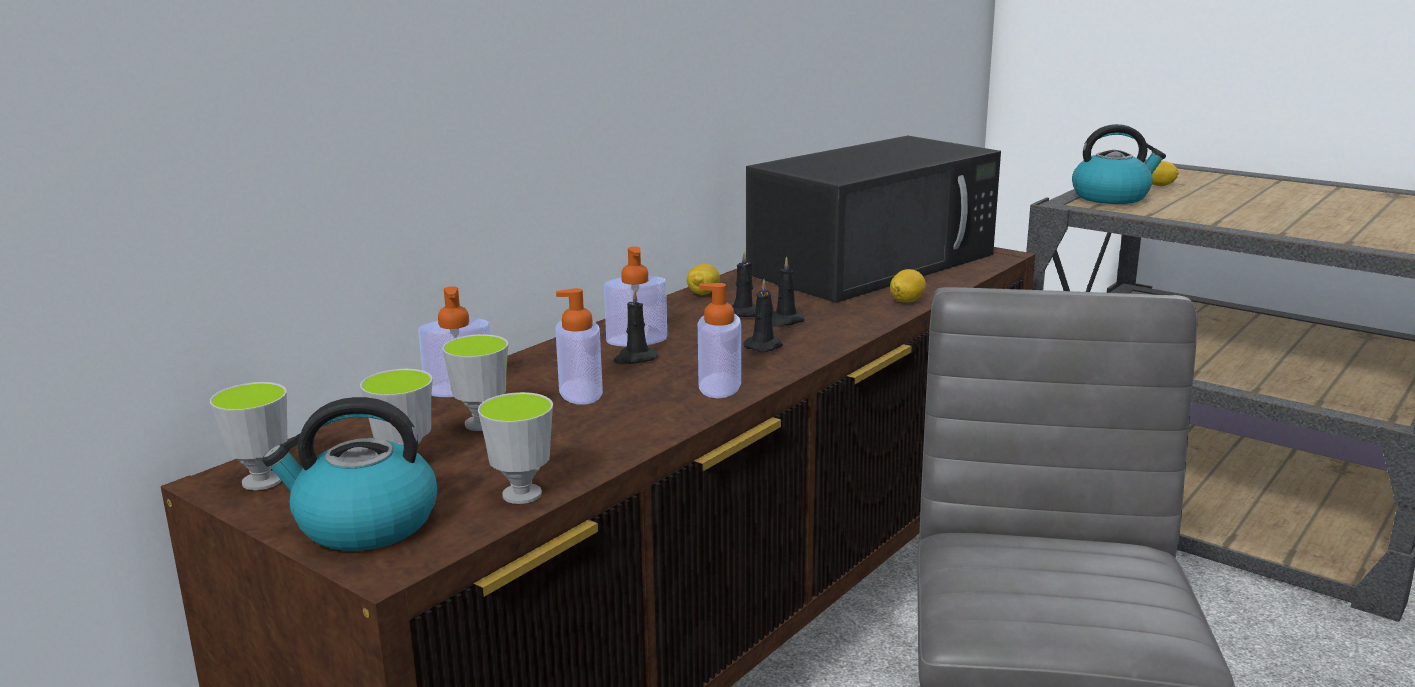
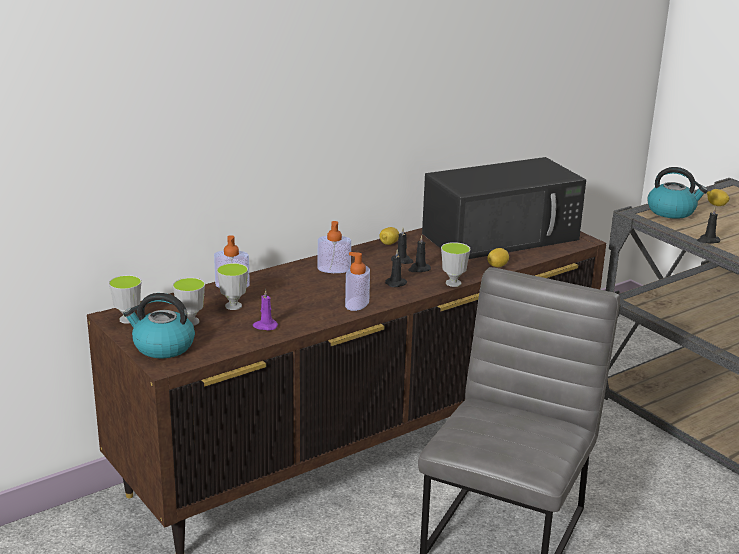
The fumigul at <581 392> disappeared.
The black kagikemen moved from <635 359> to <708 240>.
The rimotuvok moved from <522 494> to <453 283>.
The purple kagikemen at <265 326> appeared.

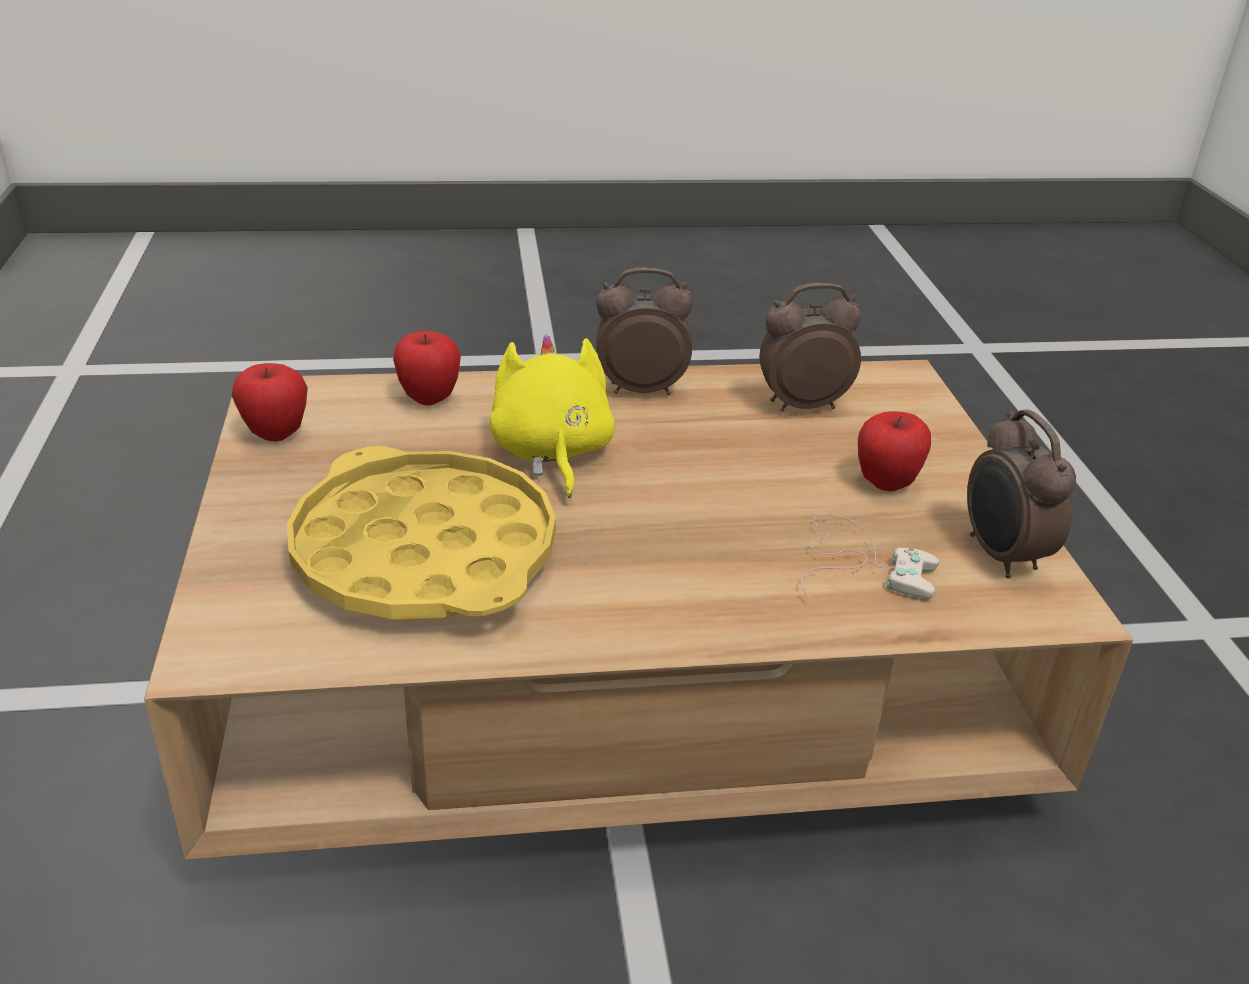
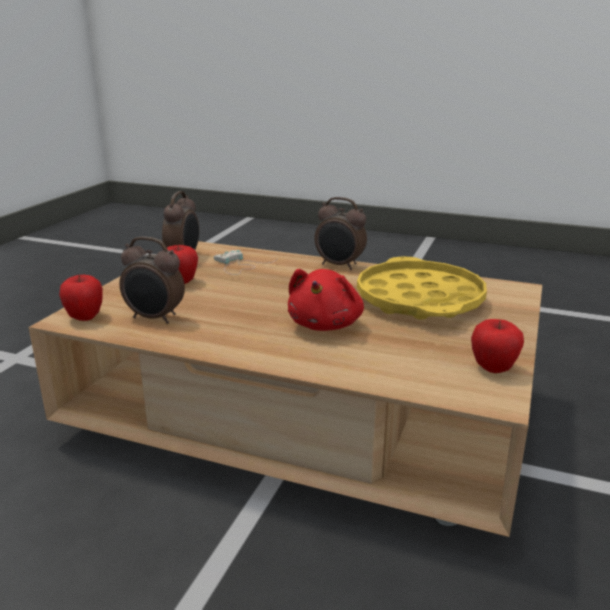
The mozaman moved from <640 389> to <339 266>.
The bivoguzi moved from <429 398> to <85 318>.
The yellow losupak at <551 453> became the red losupak at <326 324>.

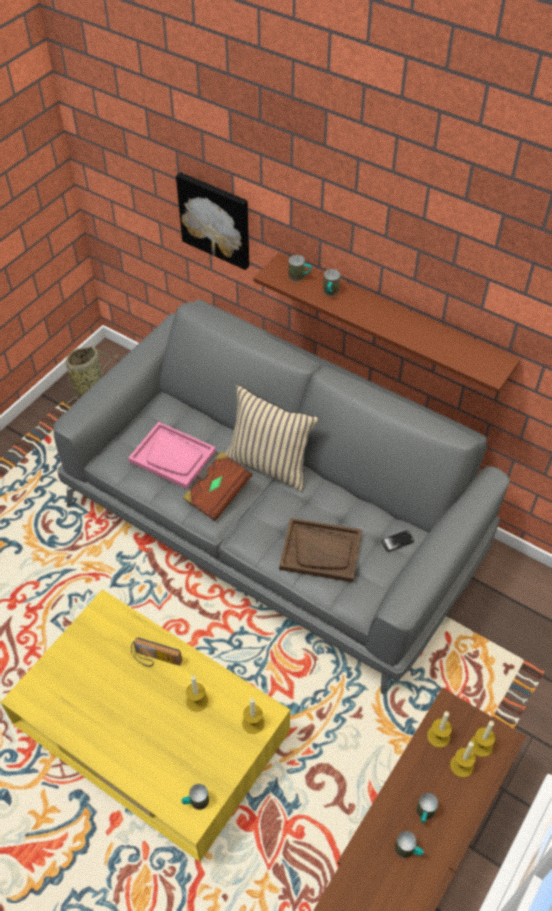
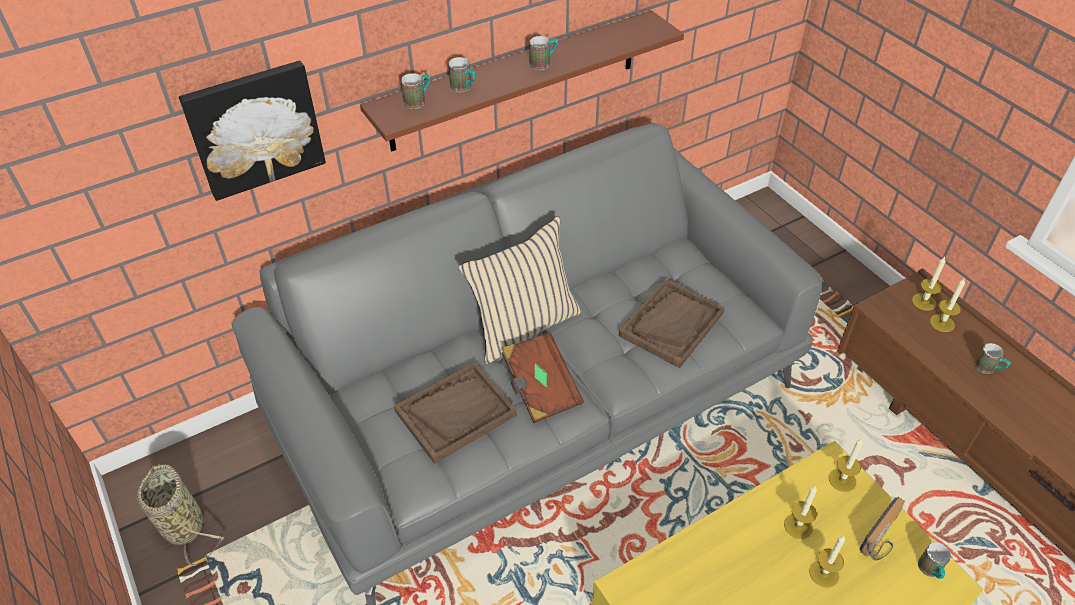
The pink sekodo at <173 456> became the brown sekodo at <456 413>.
The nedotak at <397 541> disappeared.
The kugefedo moved from <155 660> to <883 538>.
The kagikemen moved from <438 736> to <824 573>.
The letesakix moved from <408 850> to <543 63>.

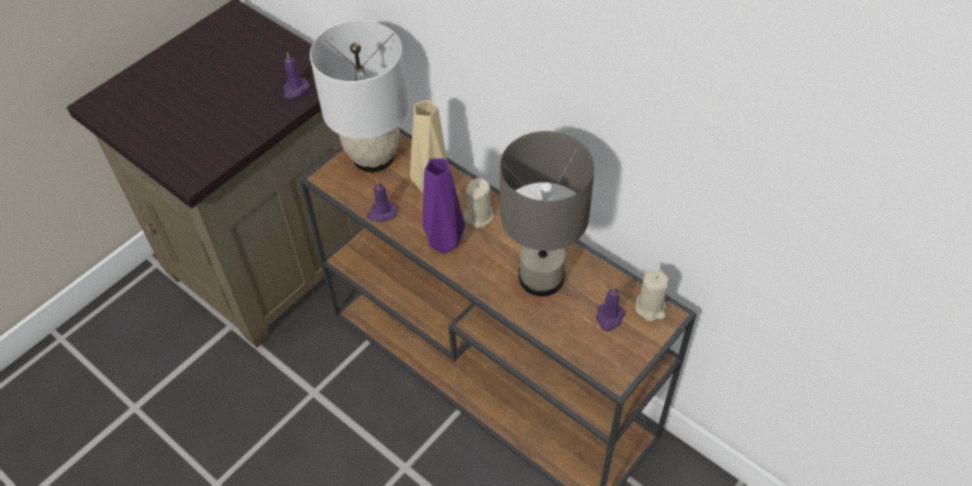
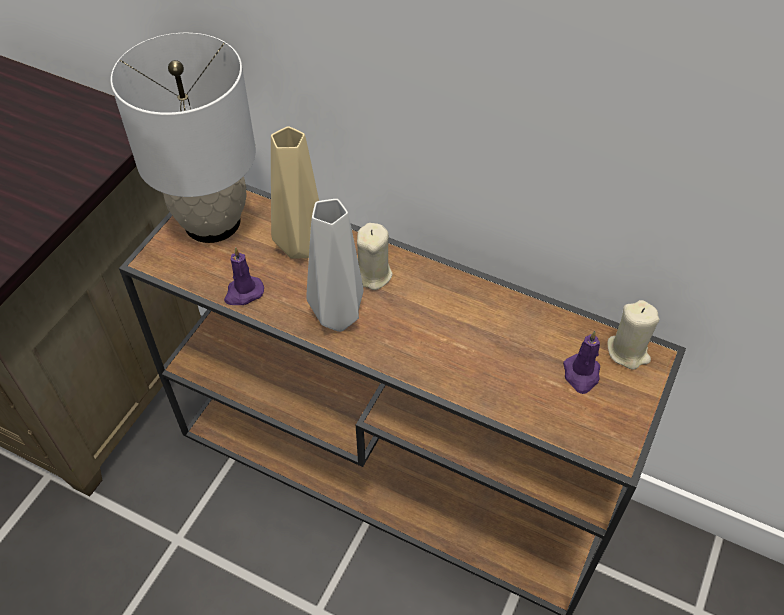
The purple kagikemen at <295 89> disappeared.
The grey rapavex at <540 277> disappeared.
The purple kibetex at <443 244> became the grey kibetex at <336 319>.

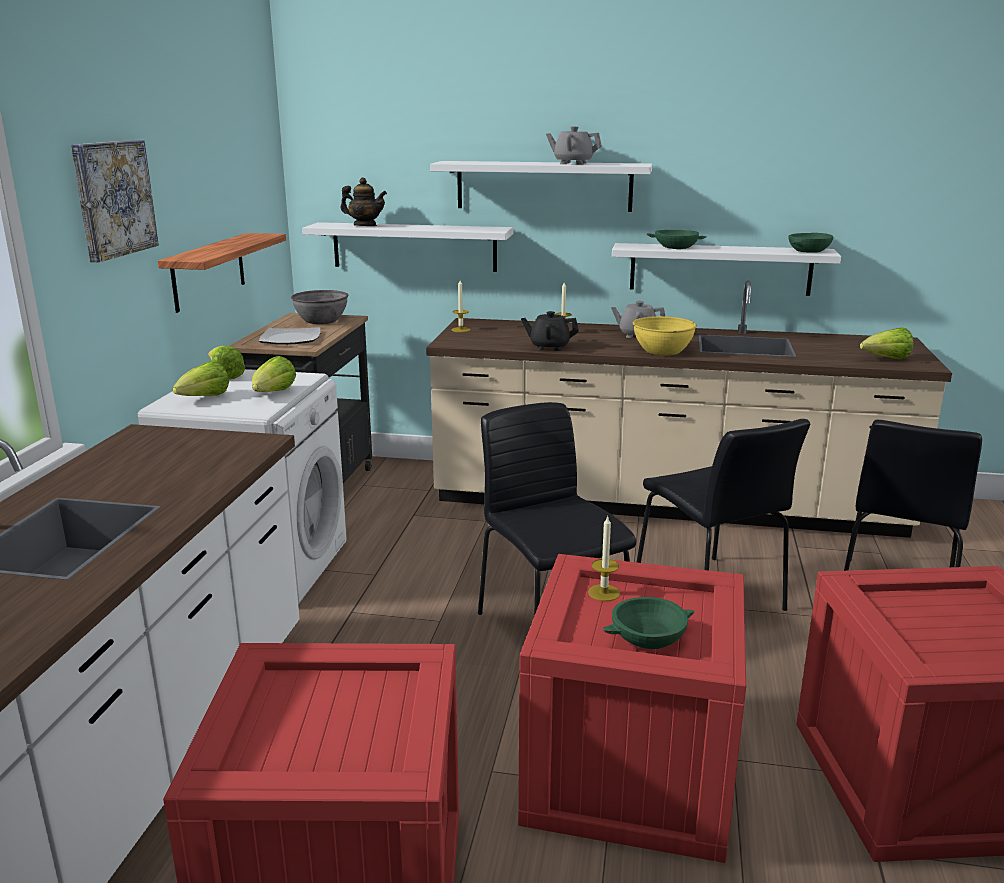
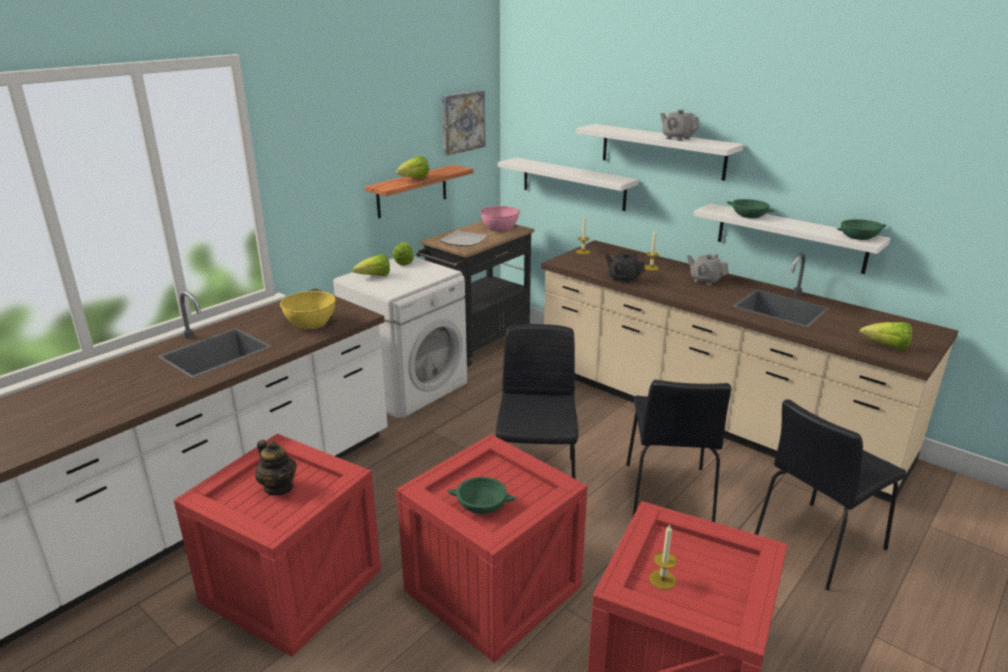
The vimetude moved from <113 198> to <462 122>.
The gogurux moved from <365 225> to <279 487>.
The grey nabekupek at <321 320> became the pink nabekupek at <499 228>.
The yellow nabekupek moved from <662 351> to <311 323>.
The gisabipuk moved from <273 393> to <414 179>.
The kagikemen moved from <604 593> to <662 579>.

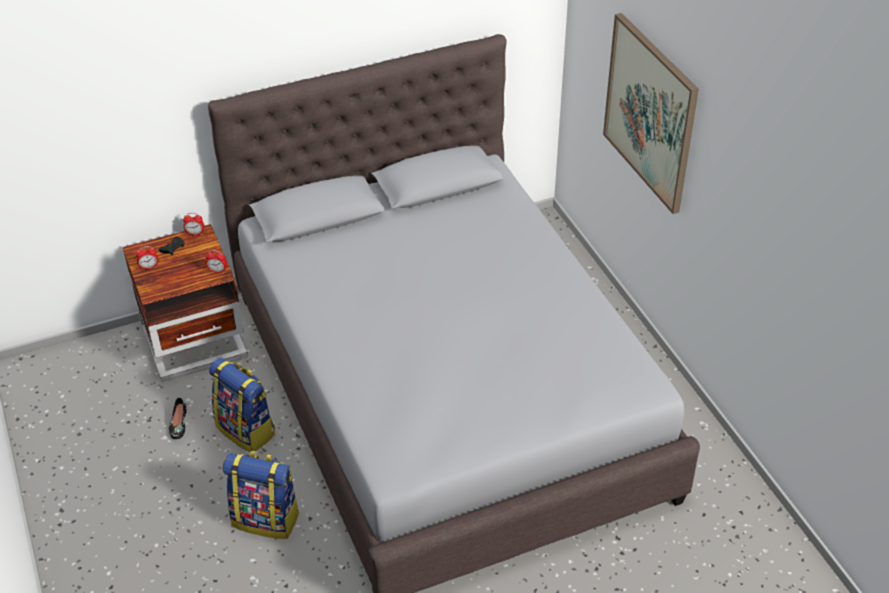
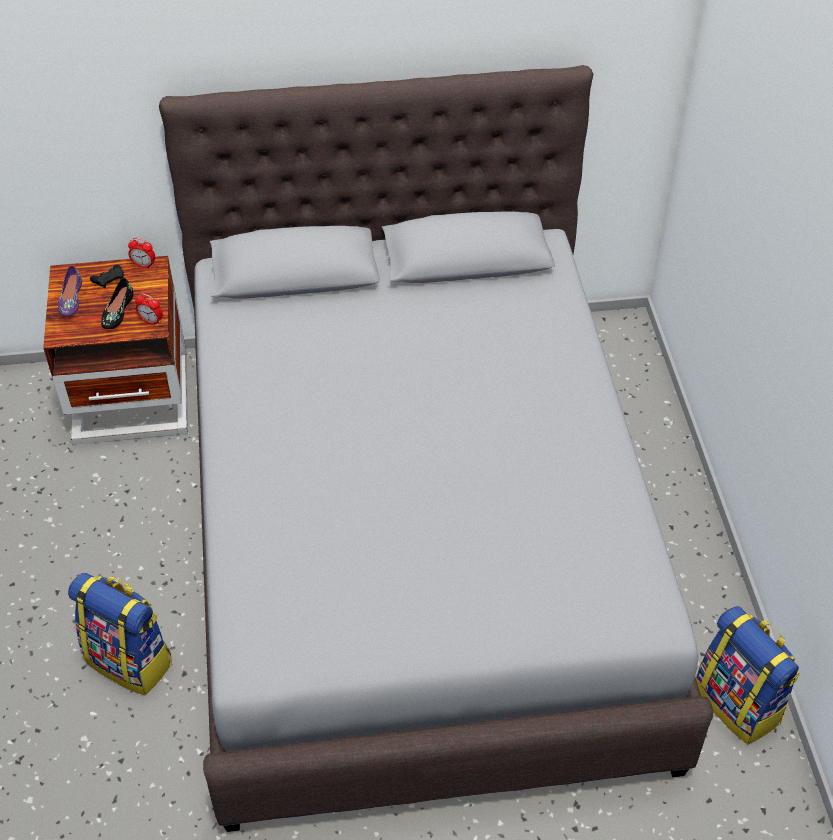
The vimetude at <650 112> disappeared.
The mozaman at <149 267> was replaced by the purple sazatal at <70 299>.
The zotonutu moved from <246 430> to <739 703>.
The black sazatal moved from <178 424> to <117 311>.

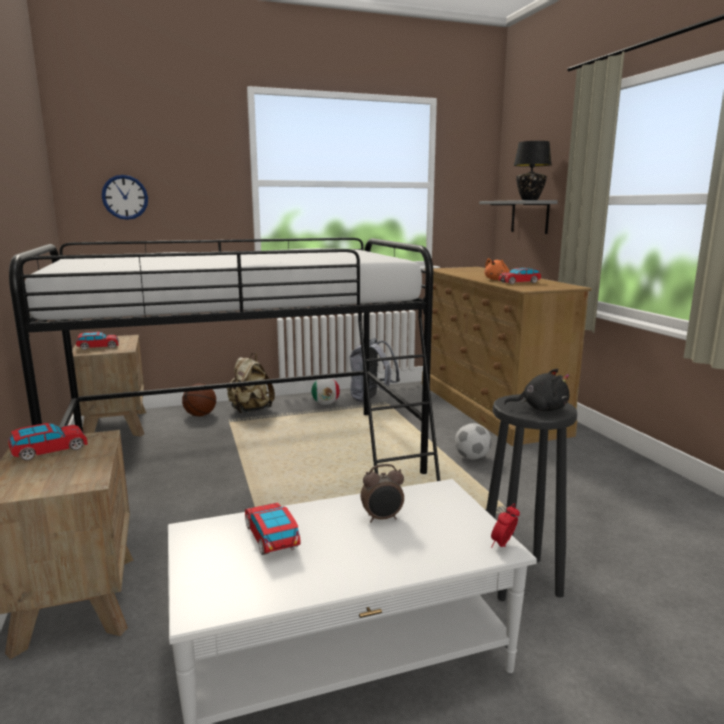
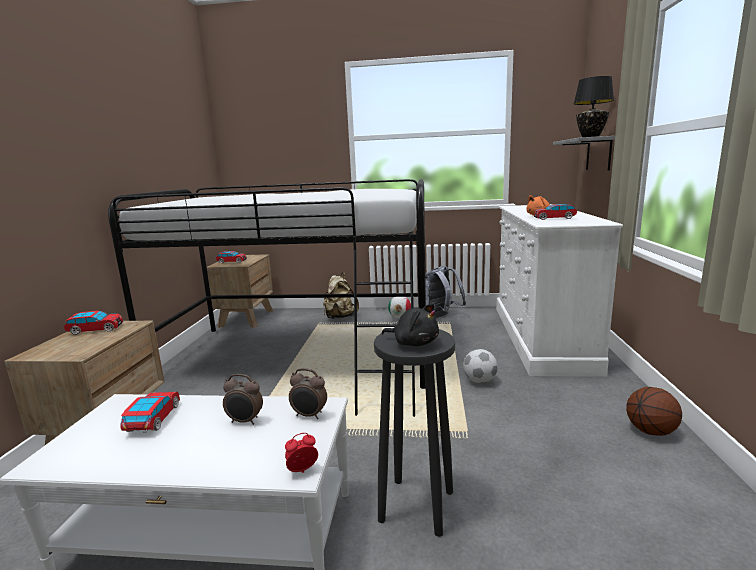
The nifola at <125 197> disappeared.
The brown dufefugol at <488 407> became the white dufefugol at <540 336>.
The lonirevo moved from <200 415> to <650 431>.
The mozaman at <309 415> appeared.

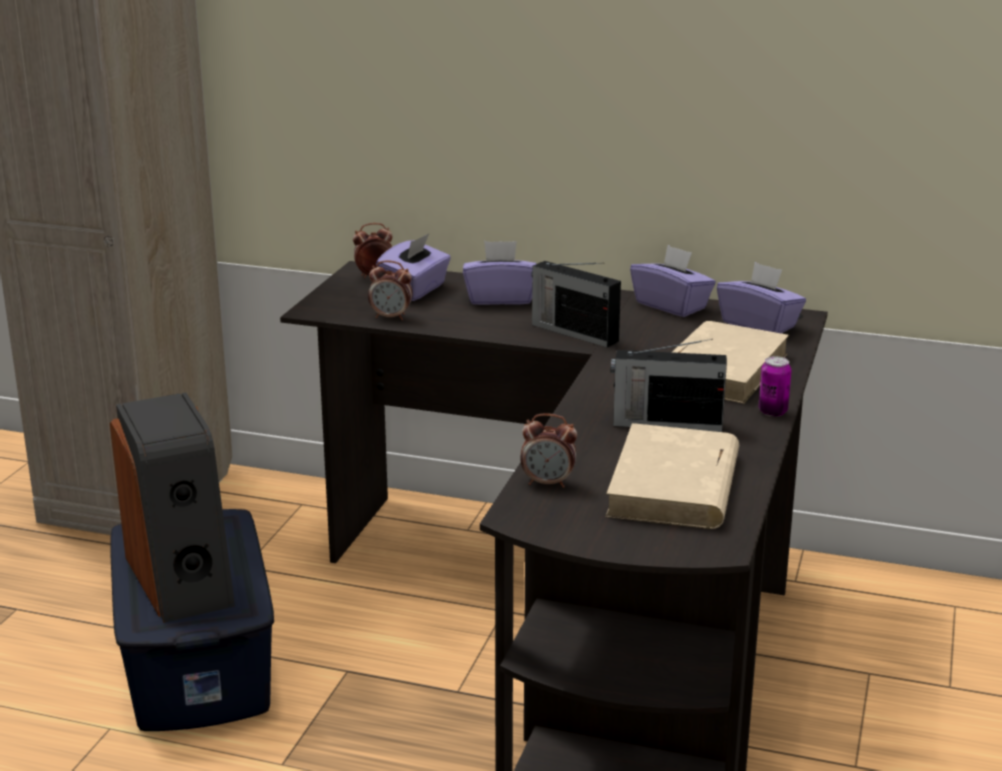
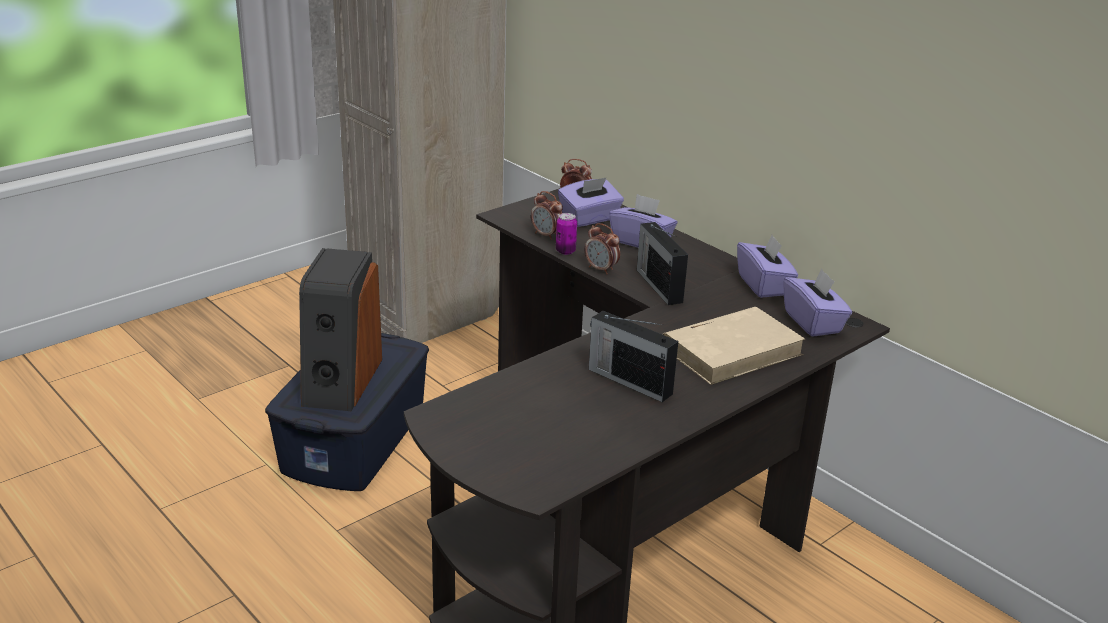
The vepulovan moved from <772 412> to <565 251>.
The mozaman moved from <548 483> to <601 269>.
The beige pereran at <674 486> disappeared.

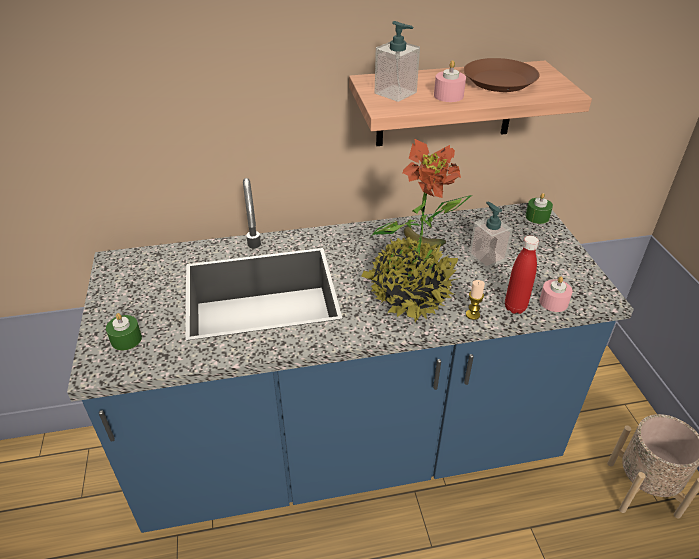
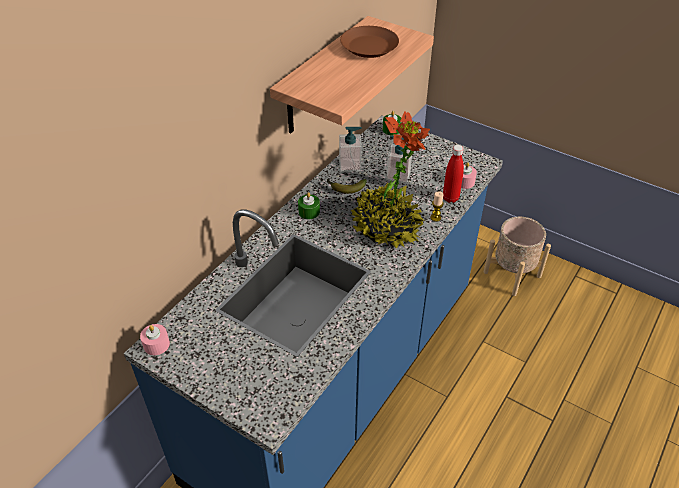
The fumigul moved from <395 93> to <350 165>.
The pink kagikemen moved from <448 95> to <156 344>.
The green kagikemen moved from <126 339> to <309 212>.

